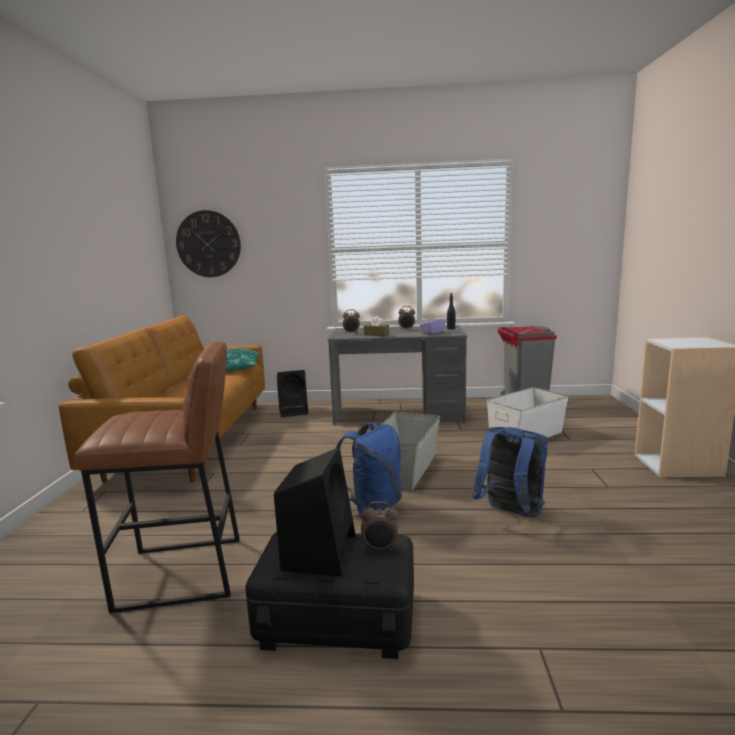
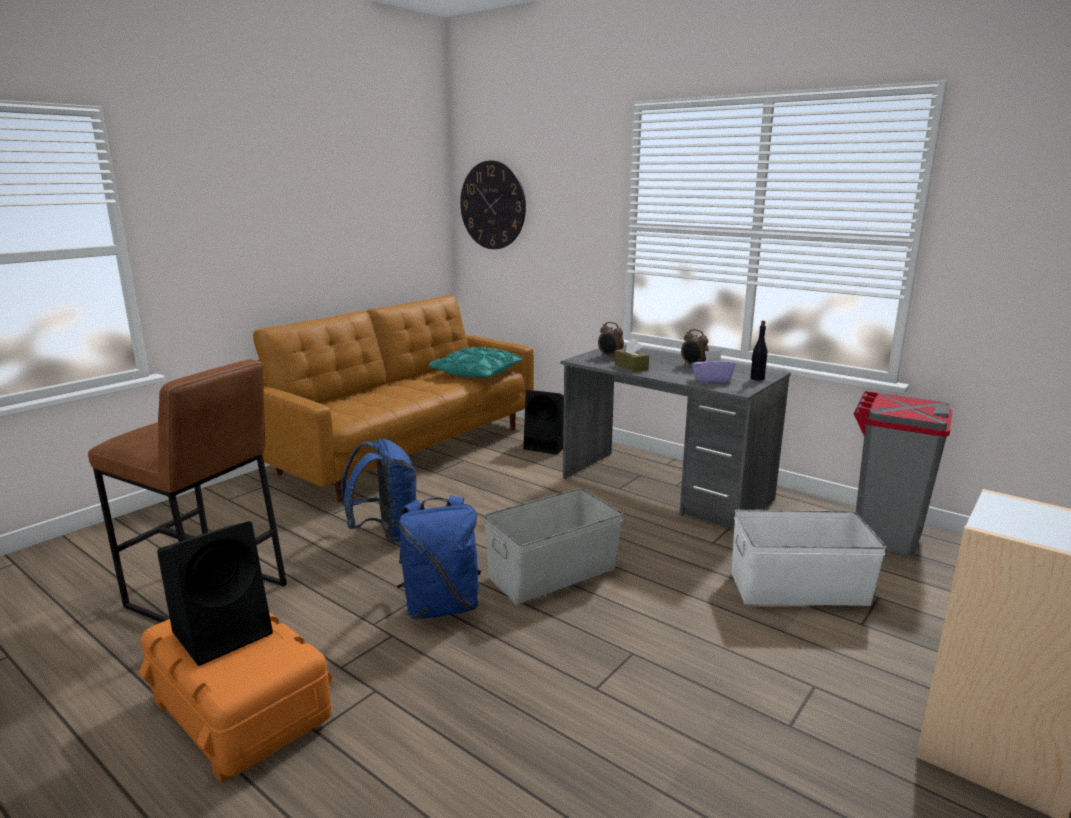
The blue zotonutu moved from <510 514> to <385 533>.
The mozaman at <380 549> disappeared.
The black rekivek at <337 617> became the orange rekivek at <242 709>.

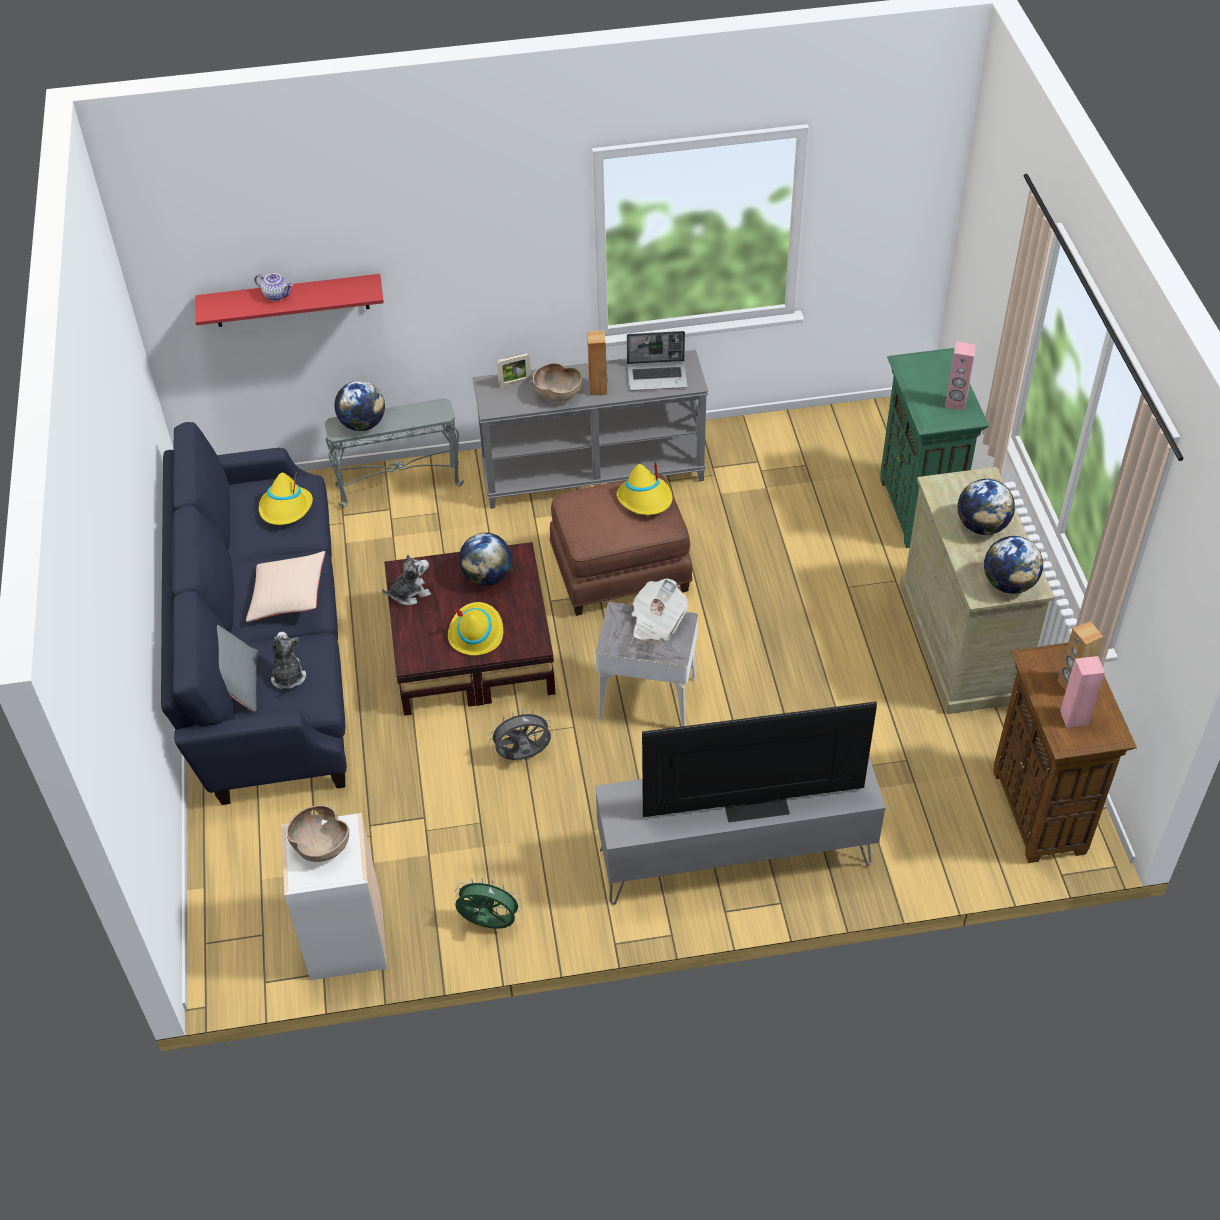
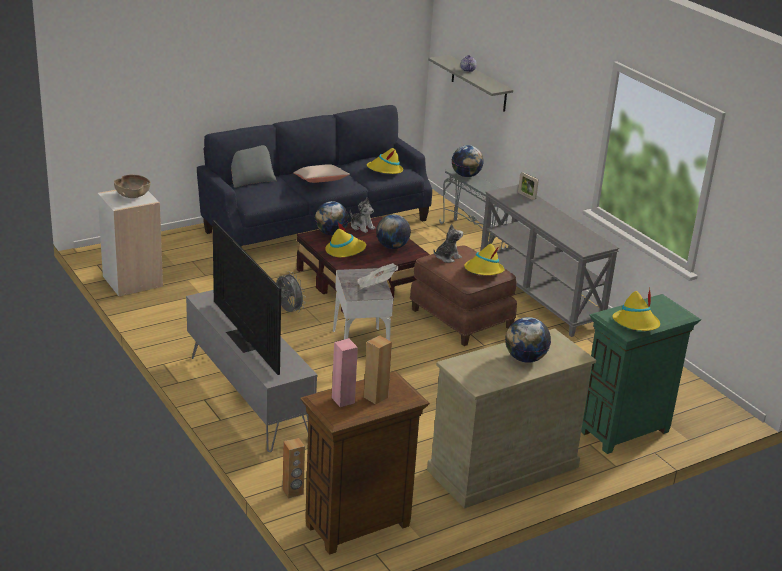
The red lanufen at <291 300> became the grey lanufen at <479 83>.
The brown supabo moved from <598 388> to <293 492>.
The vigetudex at <658 376> disappeared.
The pink supabo at <955 403> was replaced by the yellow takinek at <636 324>.
The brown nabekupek at <557 394> disappeared.
The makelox moved from <1009 584> to <331 233>.
The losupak moved from <288 676> to <447 257>.
The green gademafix at <488 924> disappeared.

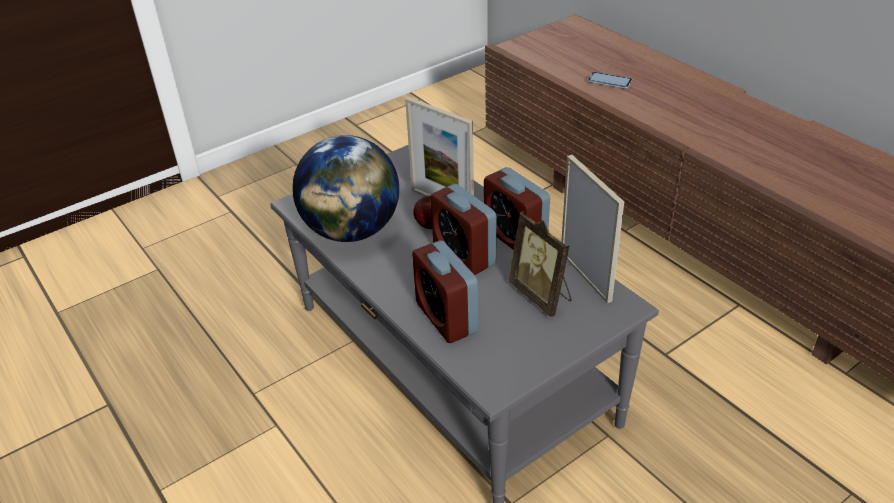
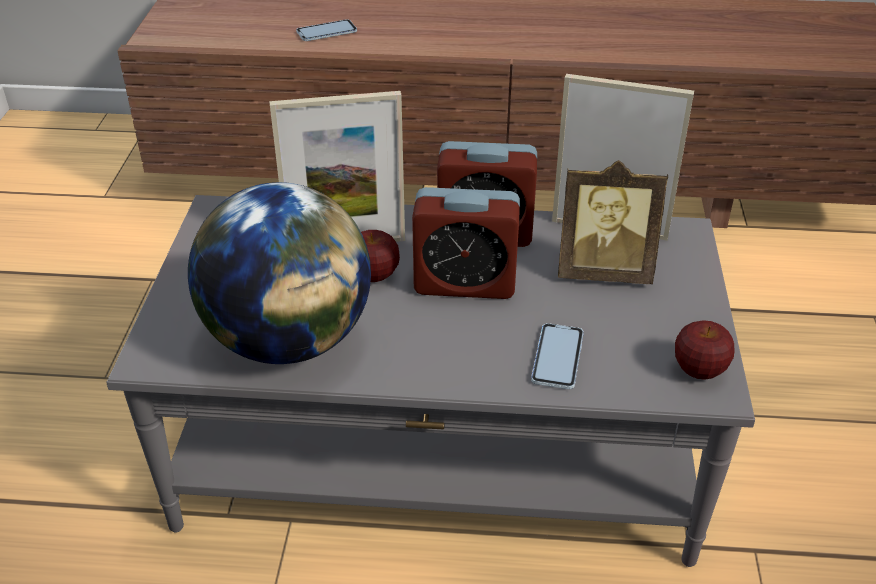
The mozaman at <446 318> was replaced by the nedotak at <557 357>.
The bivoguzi at <699 370> appeared.

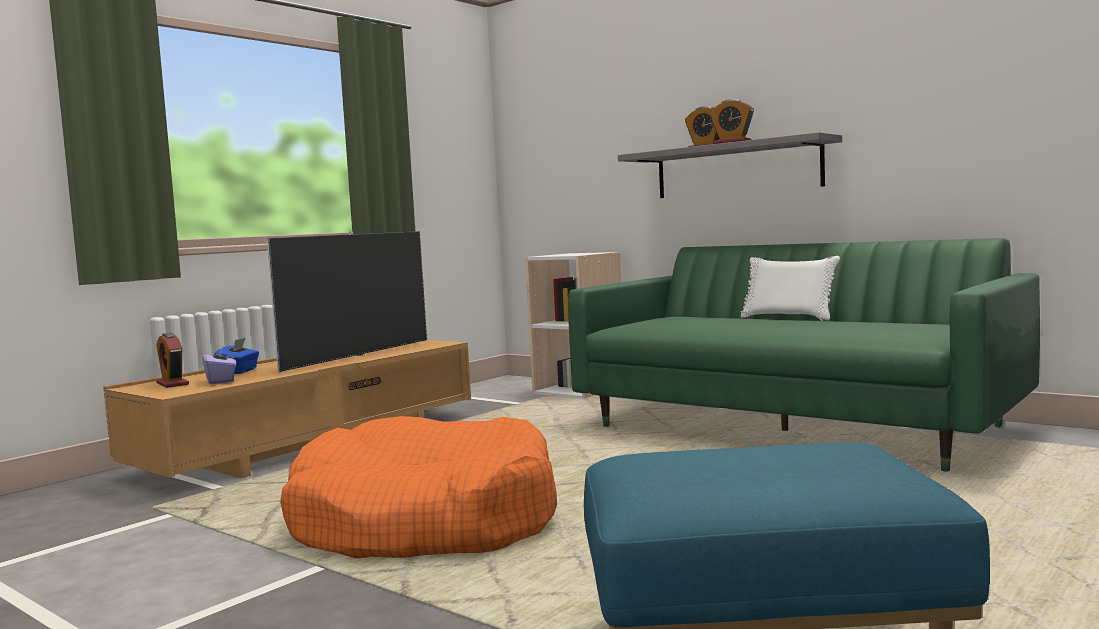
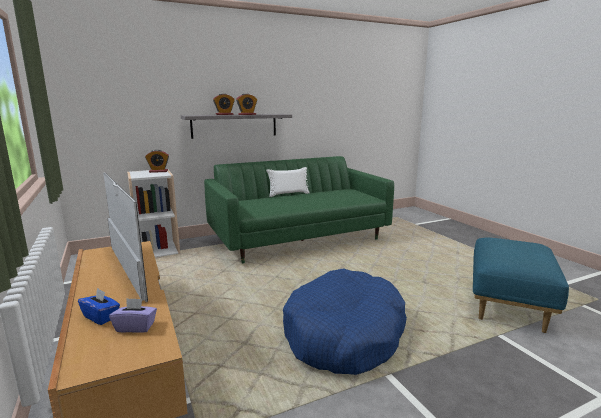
The mozaman moved from <172 384> to <158 171>.
The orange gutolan at <424 522> became the blue gutolan at <344 334>.

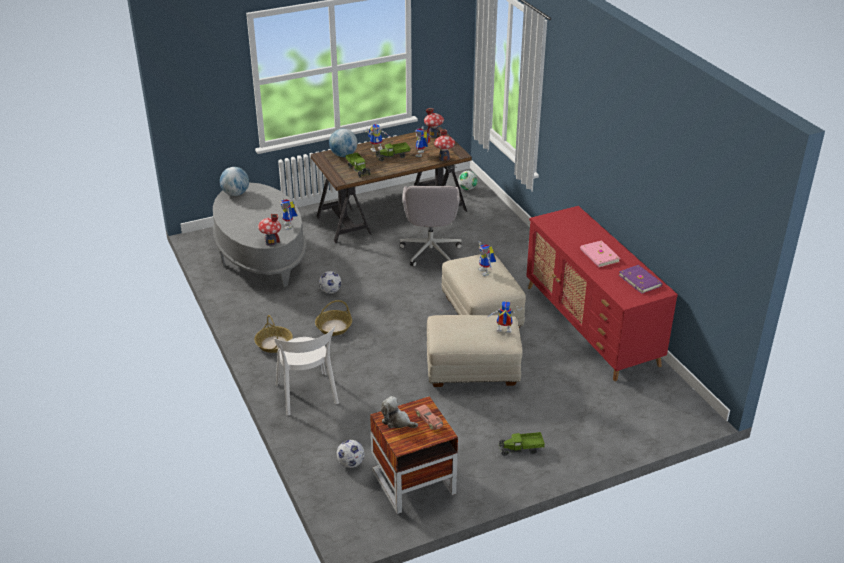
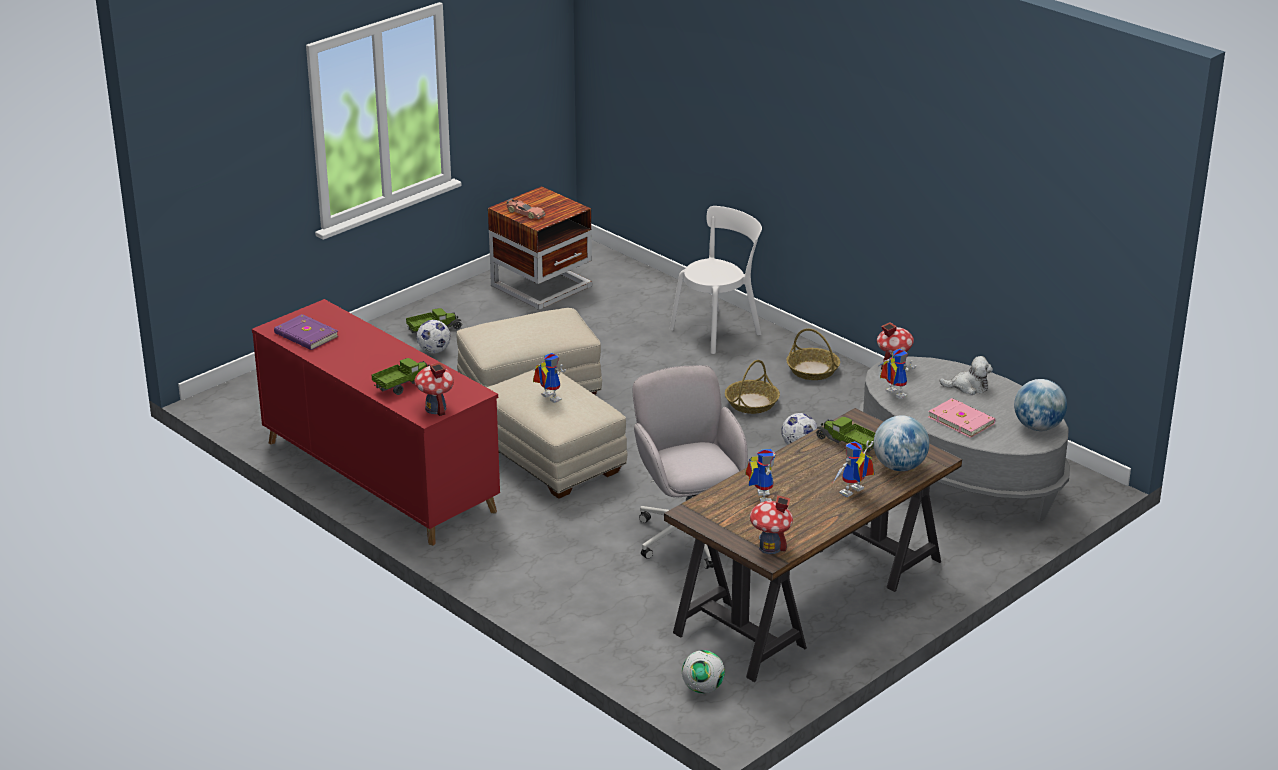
The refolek moved from <444 158> to <435 408>.
The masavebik moved from <393 156> to <404 384>.
The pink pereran moved from <599 256> to <961 420>.
The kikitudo at <502 331> disappeared.
The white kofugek at <307 395> turned 90 degrees clockwise.
The losupak moved from <397 421> to <968 387>.
The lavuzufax moved from <351 463> to <434 351>.

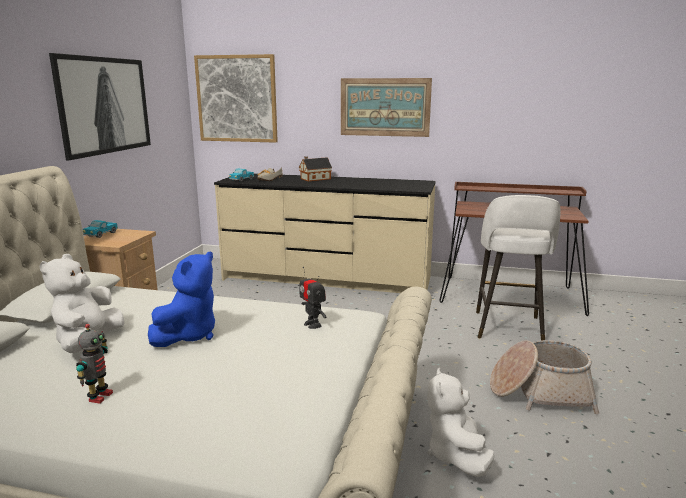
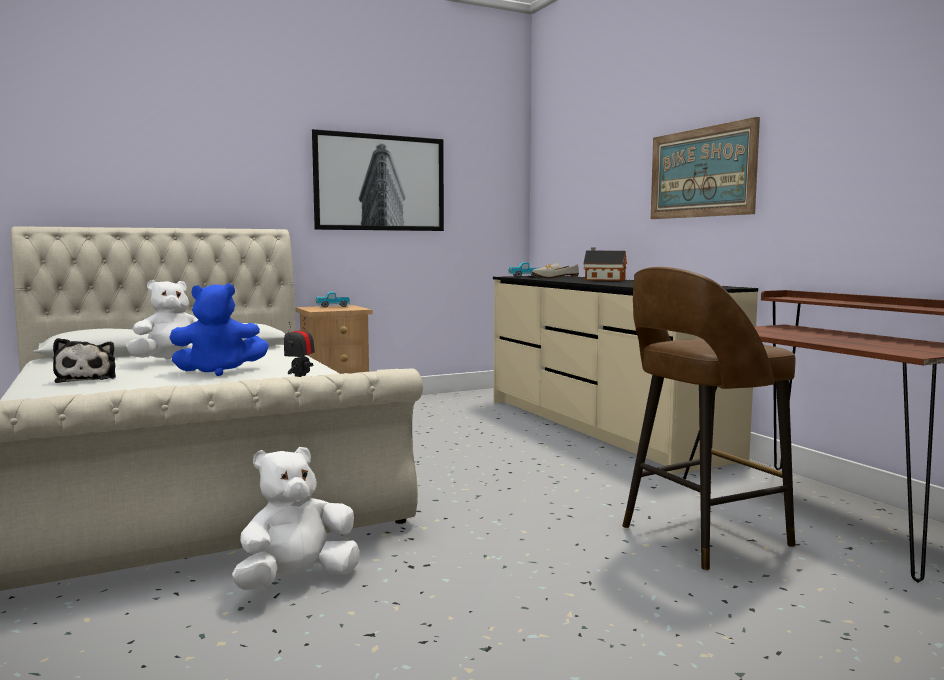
The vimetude at <237 99> disappeared.
The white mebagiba at <508 329> became the brown mebagiba at <700 537>.
The kikitudo at <99 396> was replaced by the losupak at <87 379>.
The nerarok at <539 392> disappeared.

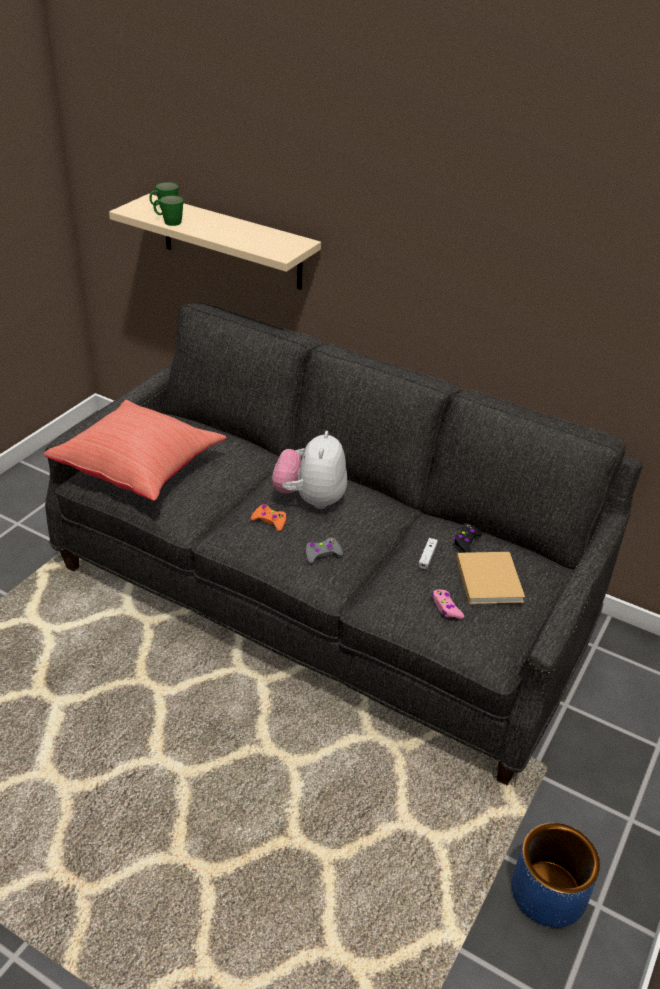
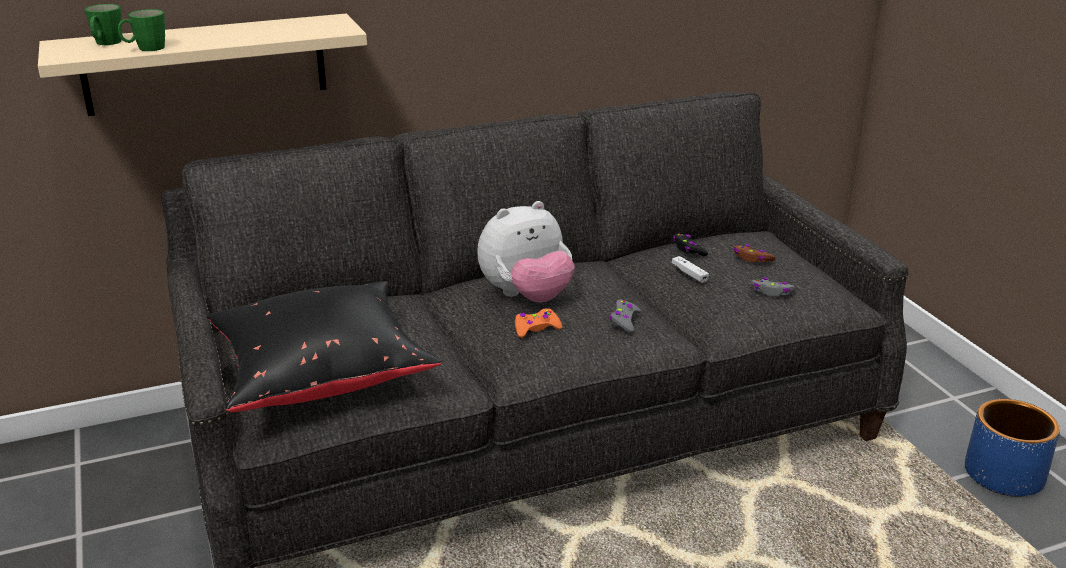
The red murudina at <140 468> became the black murudina at <321 374>.
The losupak at <310 499> turned 75 degrees counterclockwise.
The beige pereran at <488 578> was replaced by the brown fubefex at <752 259>.
The pink fubefex at <446 608> became the grey fubefex at <772 292>.

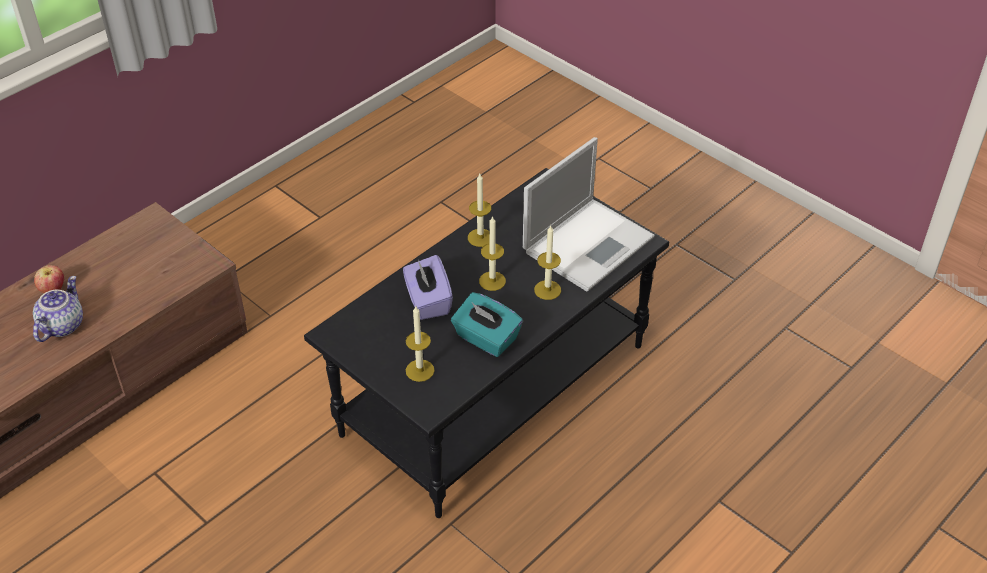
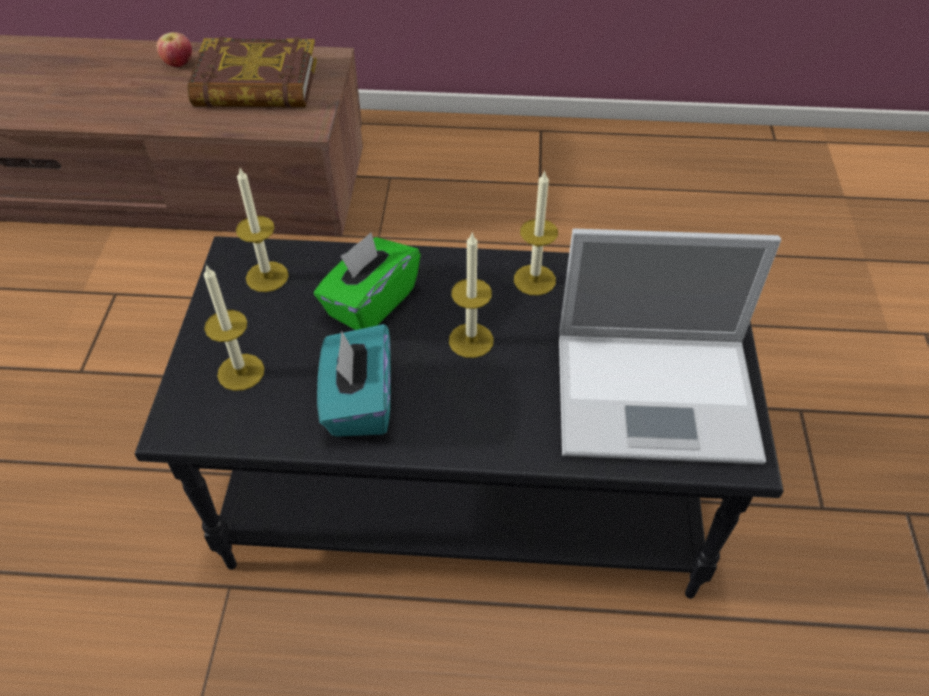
The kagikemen moved from <547 290> to <267 276>.
The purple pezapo at <428 301> became the green pezapo at <370 303>.
The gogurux at <61 325> disappeared.
The pereran at <256 84> appeared.

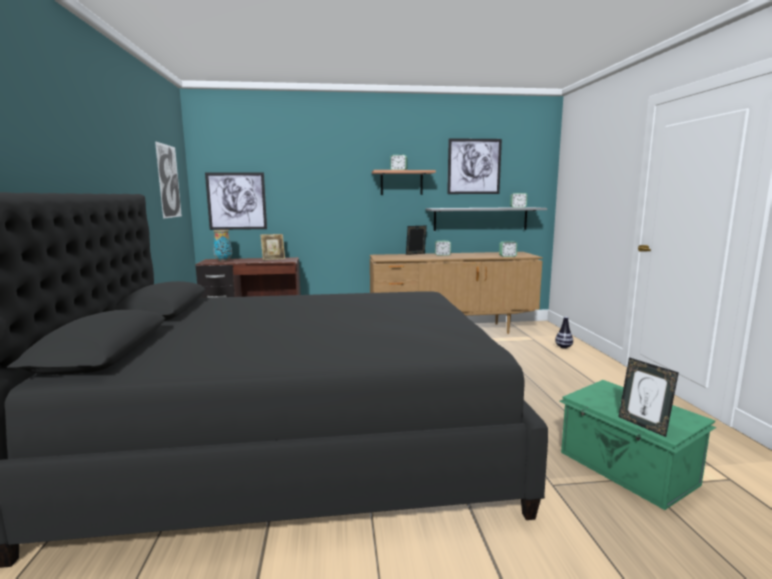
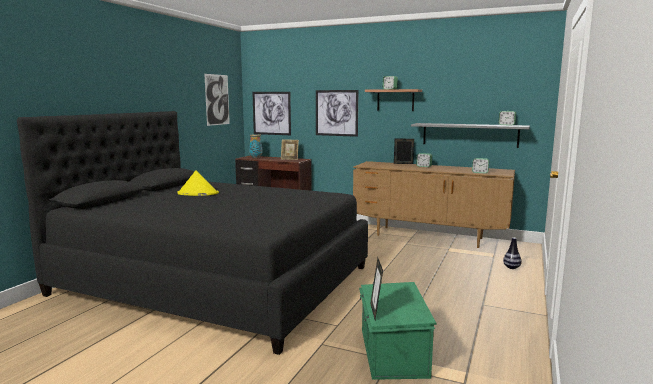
The vimetude moved from <474 166> to <336 113>.
The yellow takinek at <197 193> appeared.

